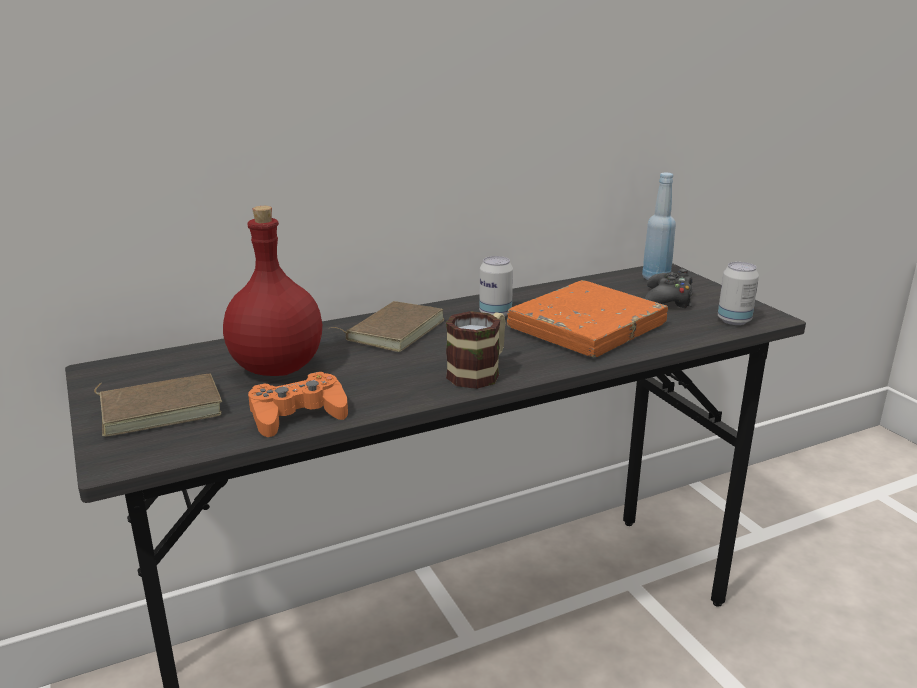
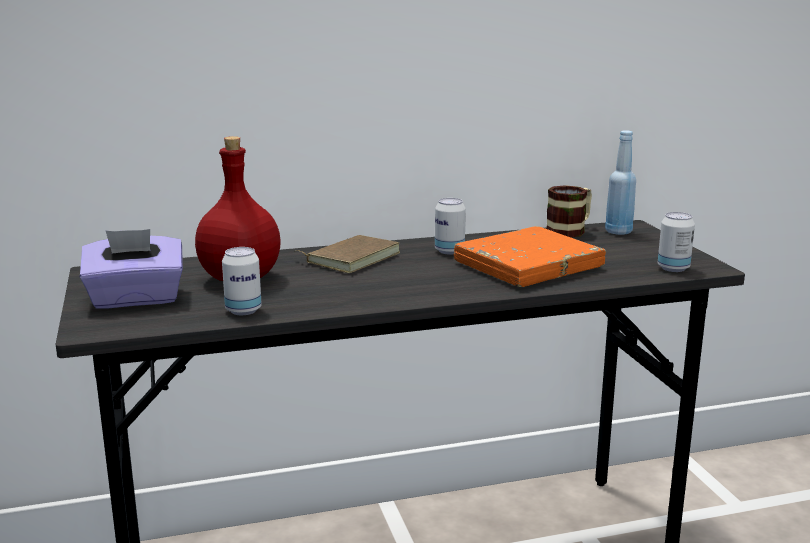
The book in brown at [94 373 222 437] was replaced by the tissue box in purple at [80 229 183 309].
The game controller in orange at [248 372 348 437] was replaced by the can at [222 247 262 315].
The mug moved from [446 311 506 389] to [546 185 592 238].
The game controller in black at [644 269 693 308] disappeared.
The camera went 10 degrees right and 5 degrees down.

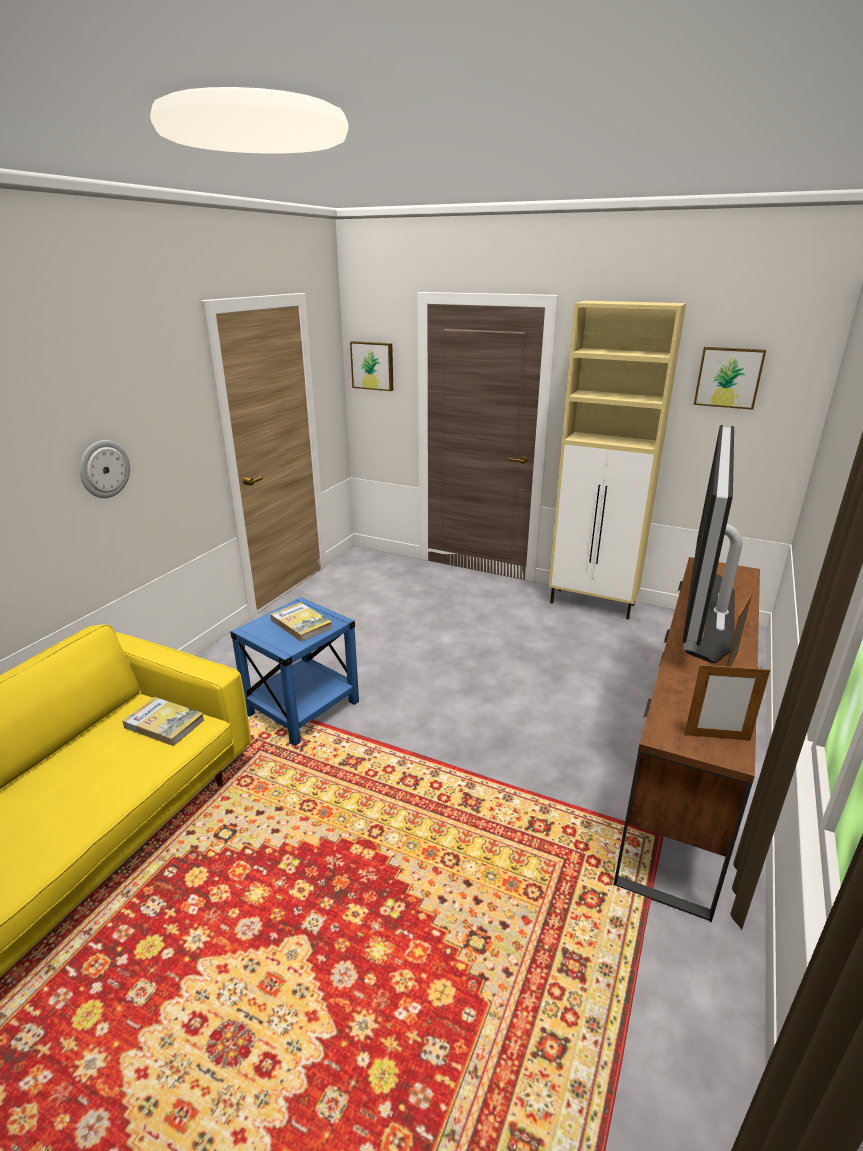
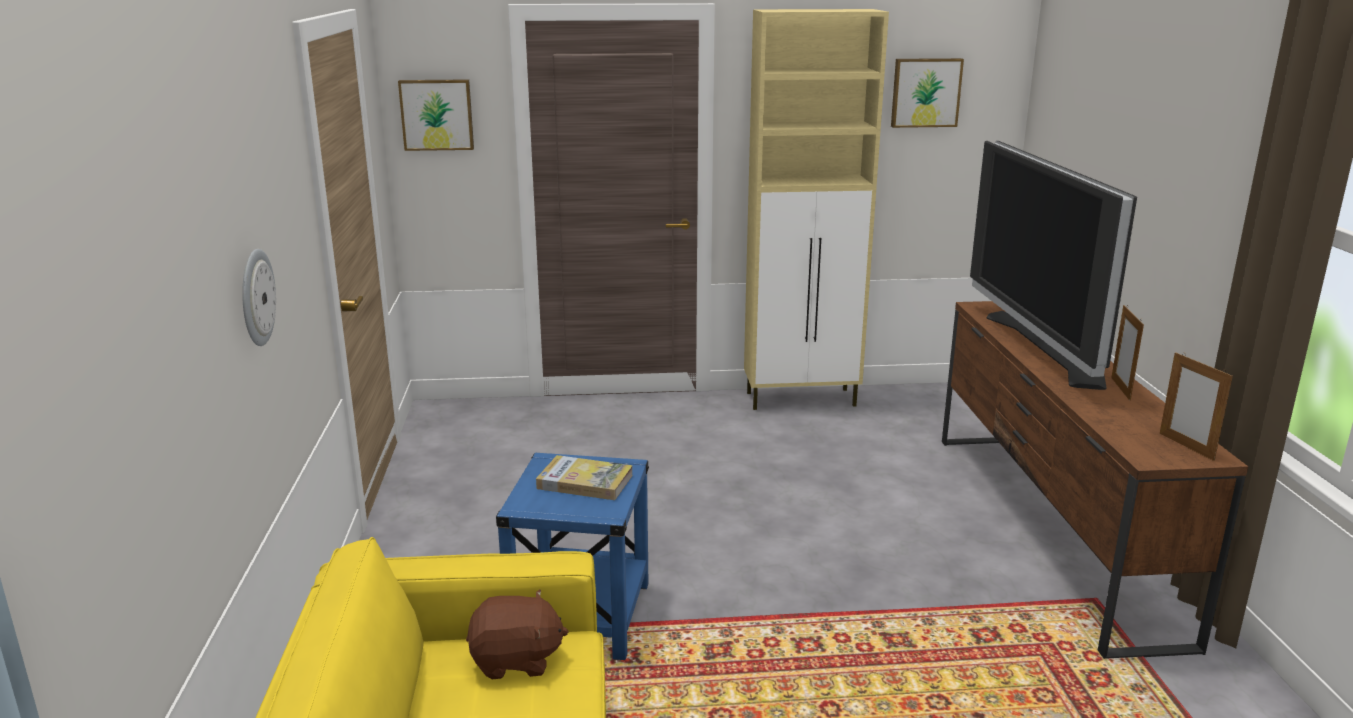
The book at [122 697 204 746] was replaced by the plush toy in brown at [466 590 569 679].
The picture frame at [684 664 770 741] turned 90 degrees clockwise.
The camera went 30 degrees left and 5 degrees down.

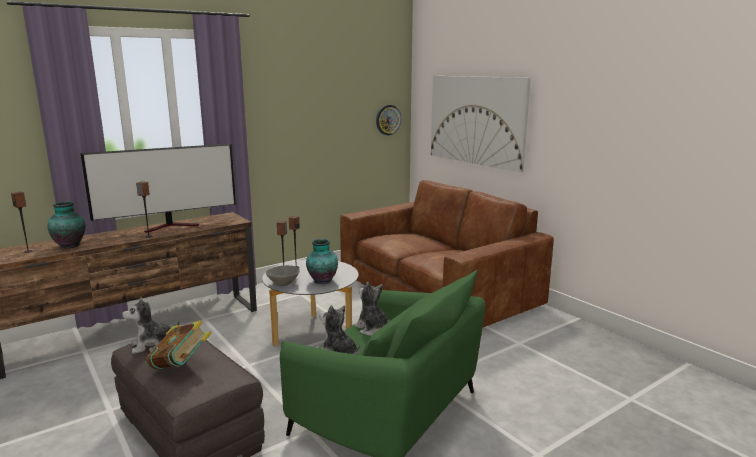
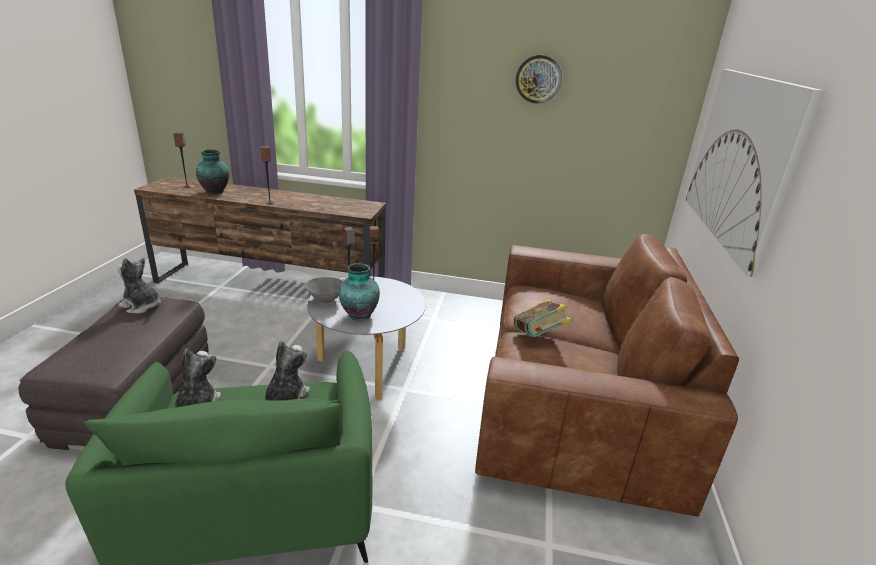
The book moved from [146 321 212 370] to [514 299 573 337].
The wall clock moved from [376 105 401 135] to [516 55 562 104].
The television at [80 144 236 233] disappeared.
The camera went 45 degrees right and 10 degrees up.

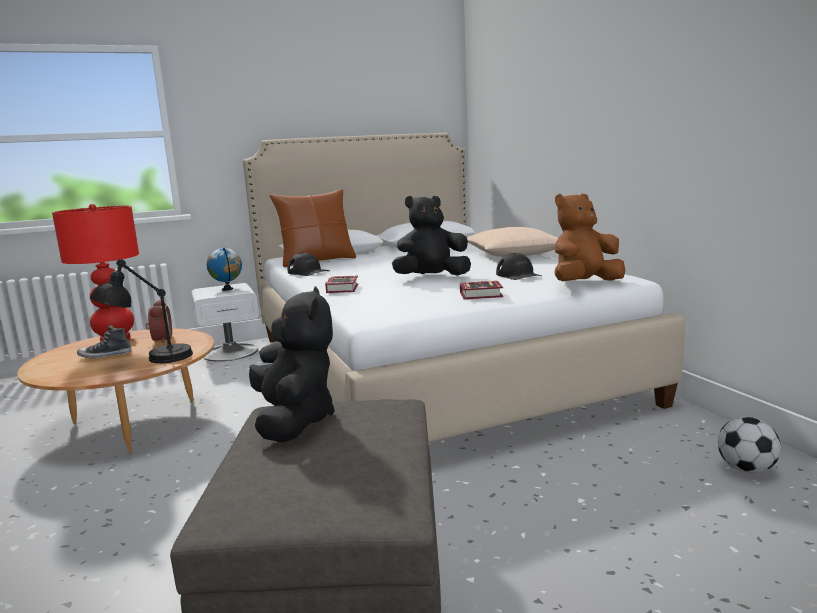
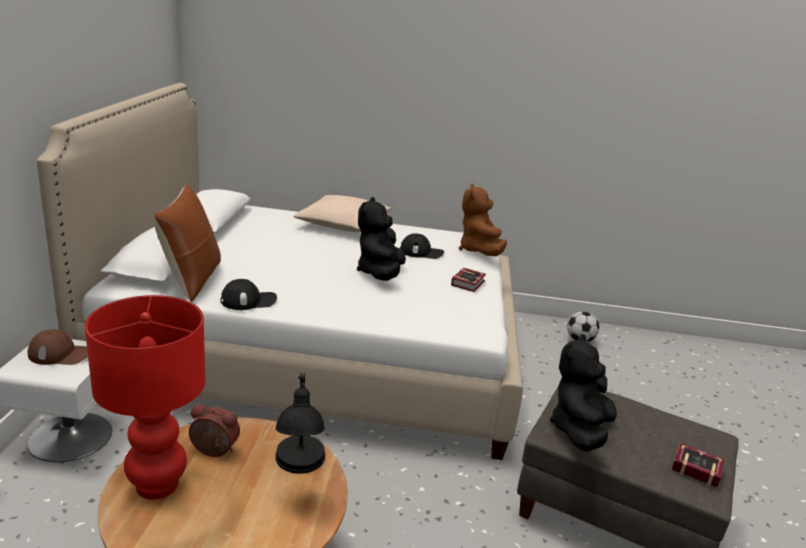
The globe at [207 247 242 291] was replaced by the cap in brown at [28 329 88 365].
The plush toy in black at [249 286 335 443] turned 75 degrees counterclockwise.
The book moved from [325 275 358 293] to [672 443 725 487].
The shoe at [77 325 132 359] disappeared.
The camera went 65 degrees left and 10 degrees up.

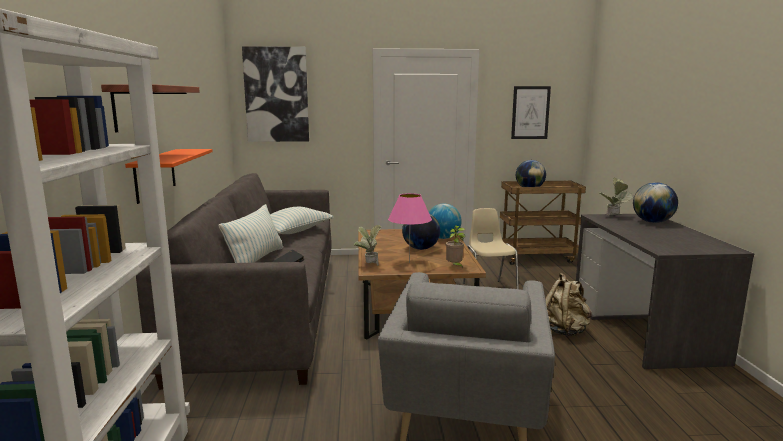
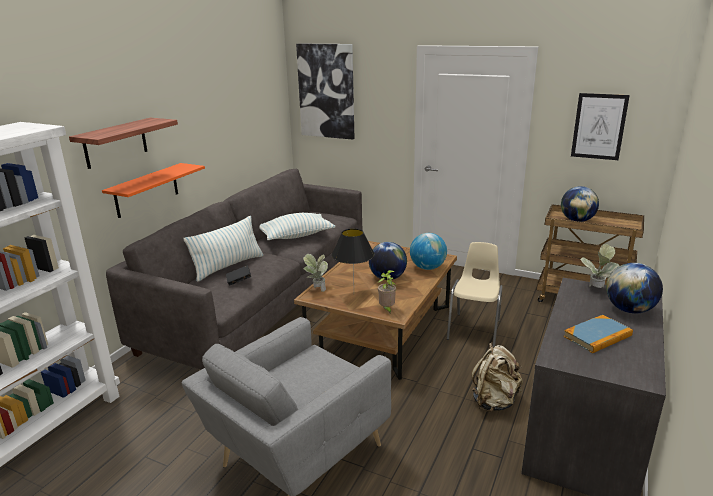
The table lamp in pink at [388 193 432 263] became the table lamp in black at [332 228 375 280].
The book at [563 315 633 353] appeared.
The camera went 30 degrees right and 10 degrees up.

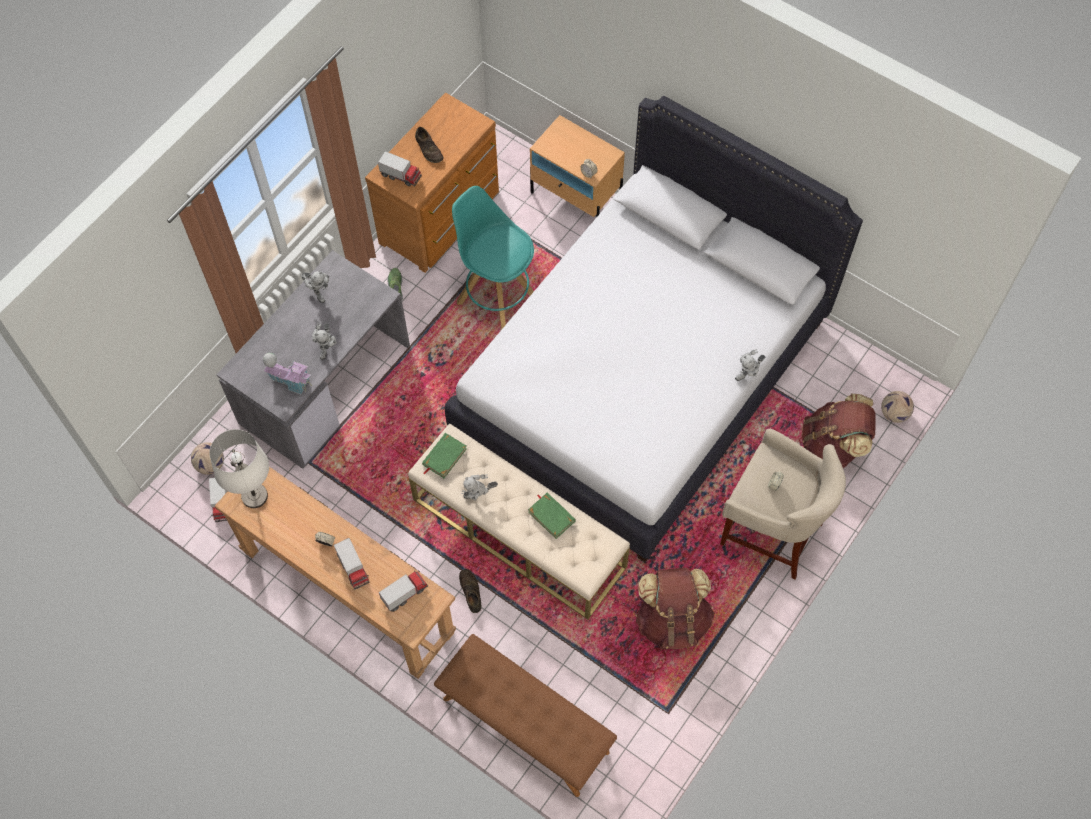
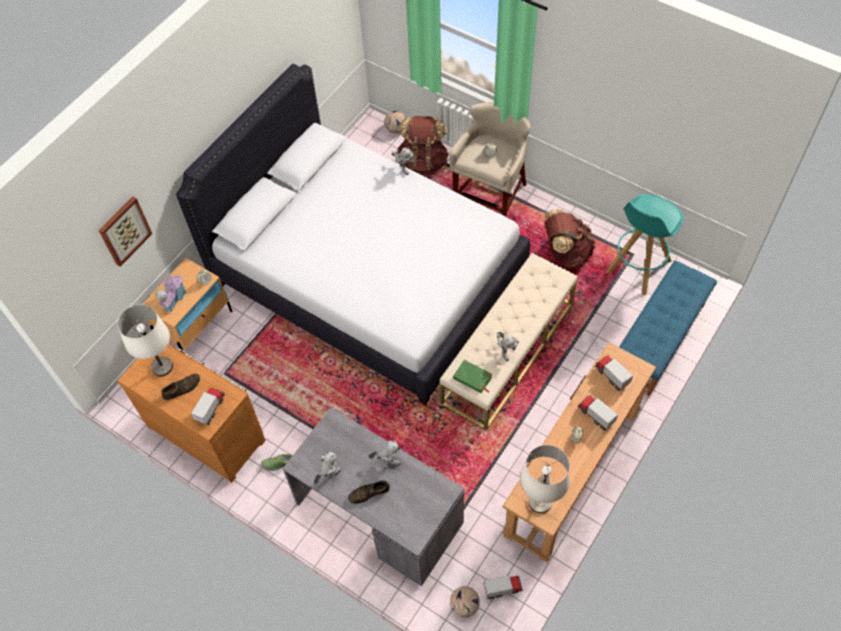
The picture at [98 197 152 267] appeared.
The table lamp in white at [118 304 173 376] appeared.
The toy house moved from [263 353 312 394] to [156 273 186 313].
The shoe in brown moved from [459 569 482 613] to [348 481 390 504].
The toy truck at [334 538 370 590] turned 105 degrees counterclockwise.
The stool in turquoise moved from [452 186 534 330] to [606 194 684 296].
The bench in brown at [434 634 617 797] became the bench in blue at [619 261 717 396].
The book in green at [528 493 576 539] disappeared.
The camera went 90 degrees left and 5 degrees down.

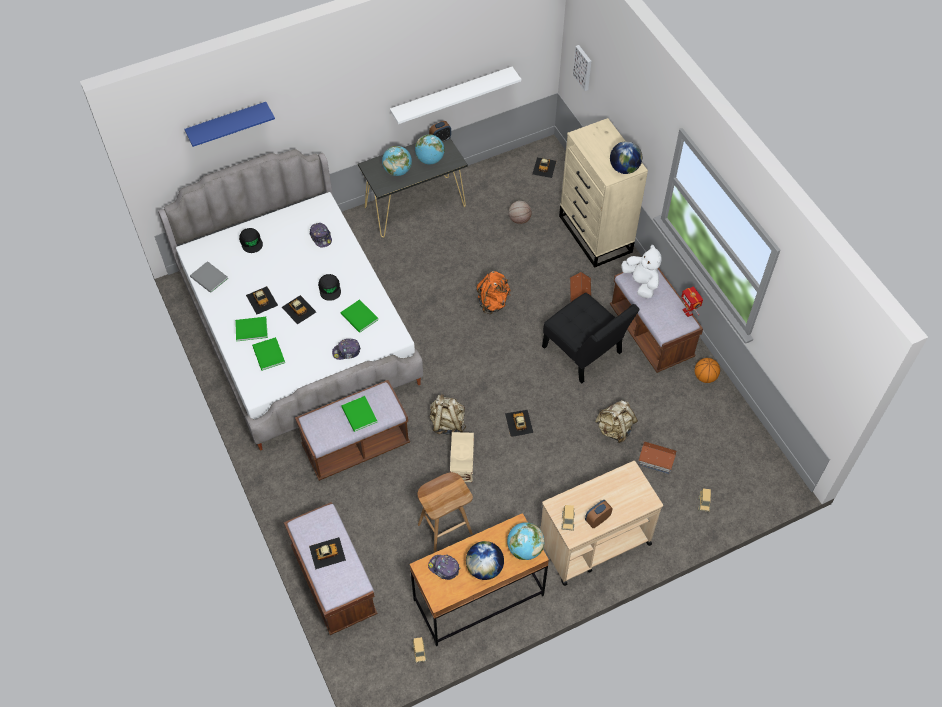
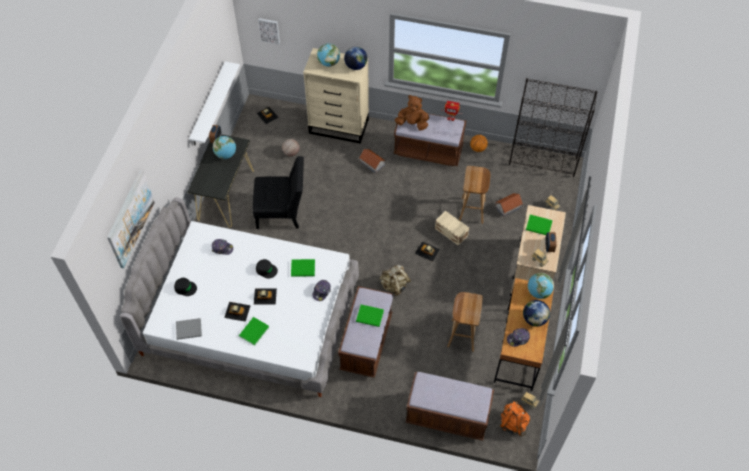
The shelf in blue at [184 102 275 147] was replaced by the picture at [107 170 155 268].
The chair in black moved from [542 293 640 383] to [253 156 304 229].
The globe moved from [382 146 412 176] to [317 43 340 67].
The plush toy in white at [621 244 662 298] became the plush toy in brown at [395 95 429 130].
The storage box in beige moved from [450 432 474 482] to [435 211 469 246].
The backpack in beige at [595 400 638 443] was replaced by the stool in brown at [459 166 490 224].
The backpack in orange moved from [477 271 510 314] to [500 401 531 437].
The bookcase in black at [509 78 598 177] appeared.
The book in green moved from [252 337 285 371] to [526 215 553 235].
The toy car at [309 537 346 569] disappeared.
The camera went 50 degrees left and 0 degrees up.

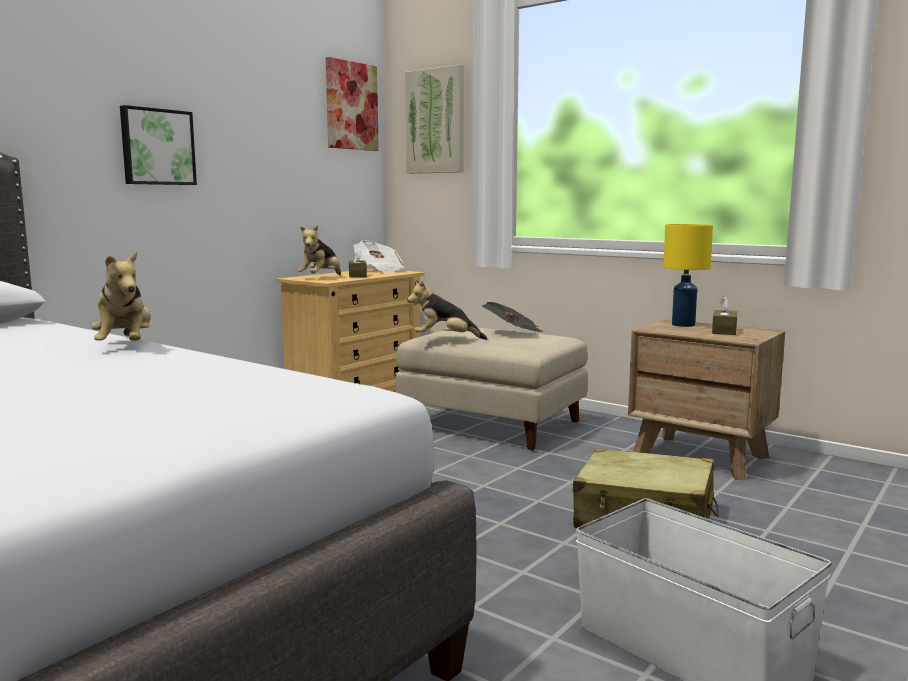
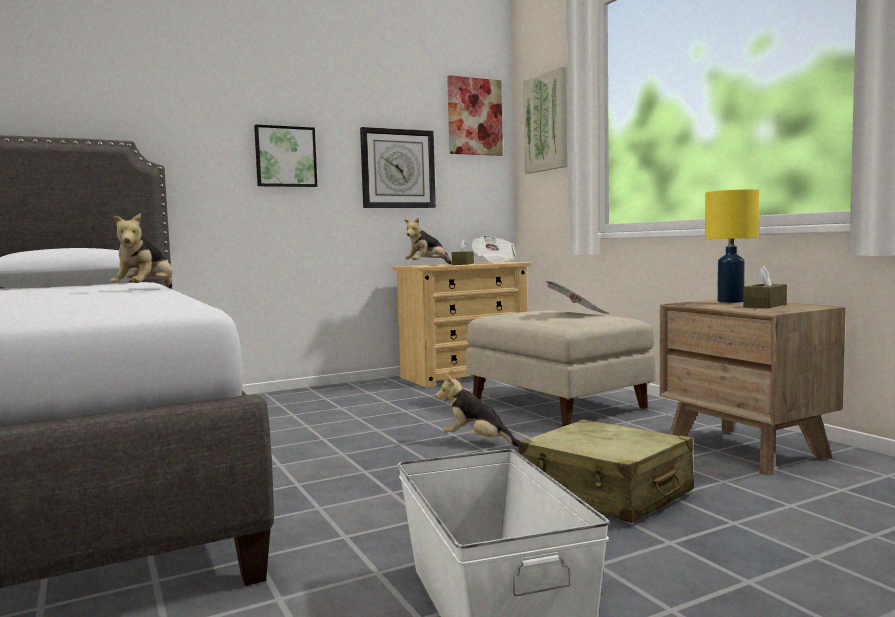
The wall clock at [360 127 436 208] appeared.
The plush toy moved from [407 280 487 340] to [436 374 519 447].
The camera went 25 degrees right and 5 degrees down.

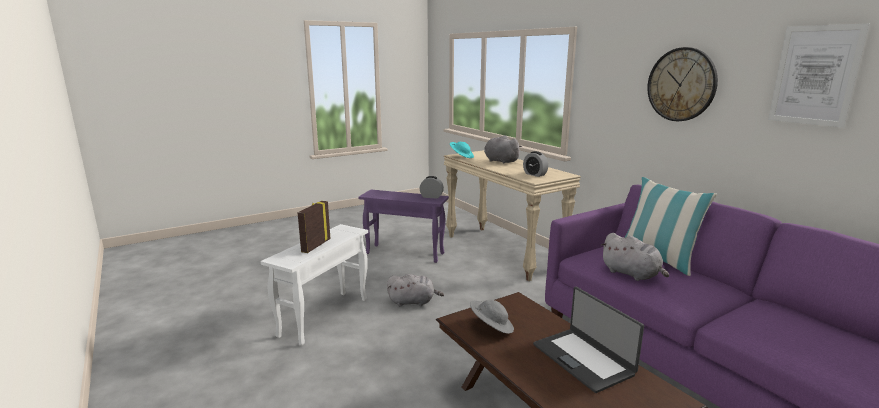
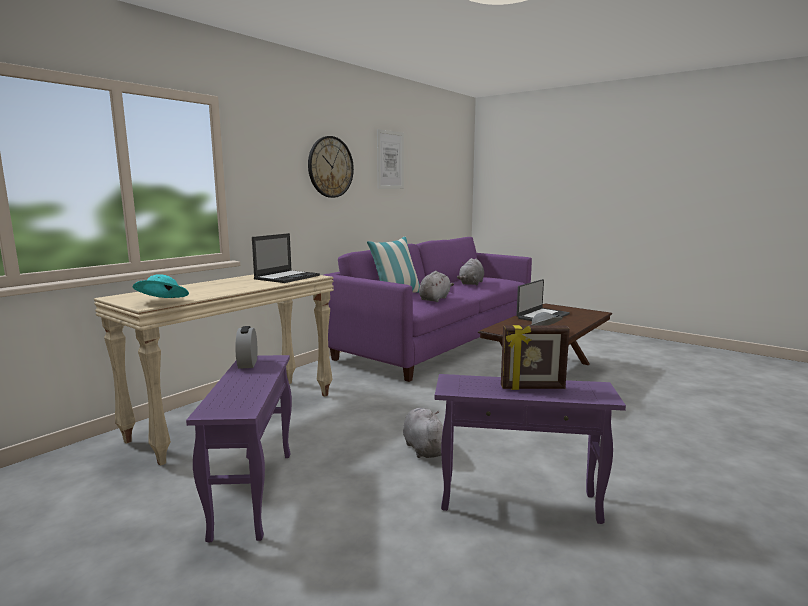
The alarm clock at [523 151 548 177] was replaced by the laptop at [252 233 320 283].
The side table in white at [261 224 368 346] became the side table in purple at [435 374 626 524].
The plush toy in grey moved from [484 135 522 164] to [457 258 484 285].
The camera went 110 degrees left and 5 degrees down.

